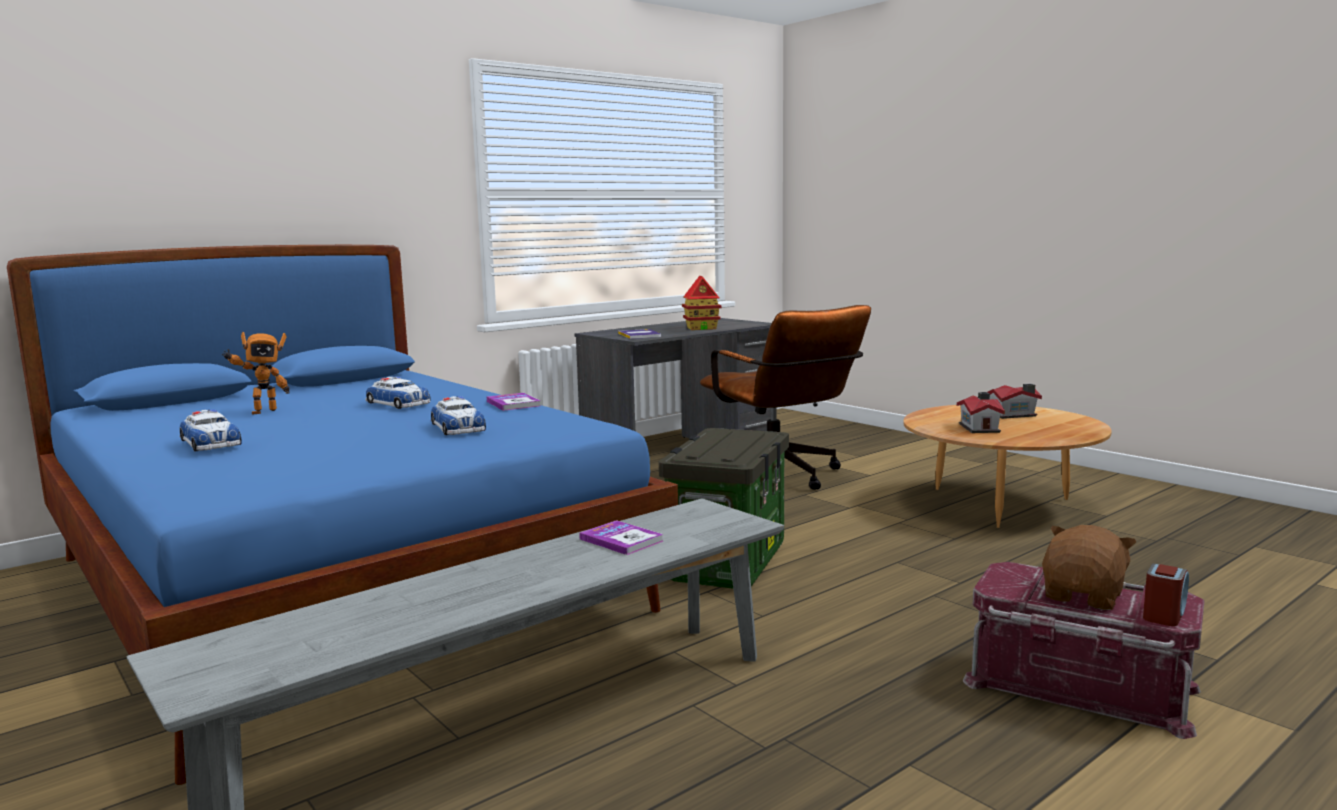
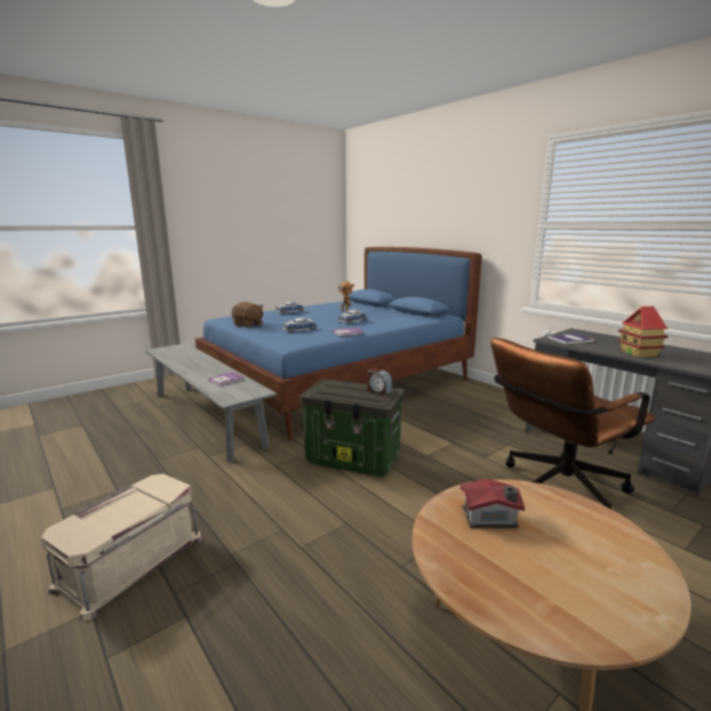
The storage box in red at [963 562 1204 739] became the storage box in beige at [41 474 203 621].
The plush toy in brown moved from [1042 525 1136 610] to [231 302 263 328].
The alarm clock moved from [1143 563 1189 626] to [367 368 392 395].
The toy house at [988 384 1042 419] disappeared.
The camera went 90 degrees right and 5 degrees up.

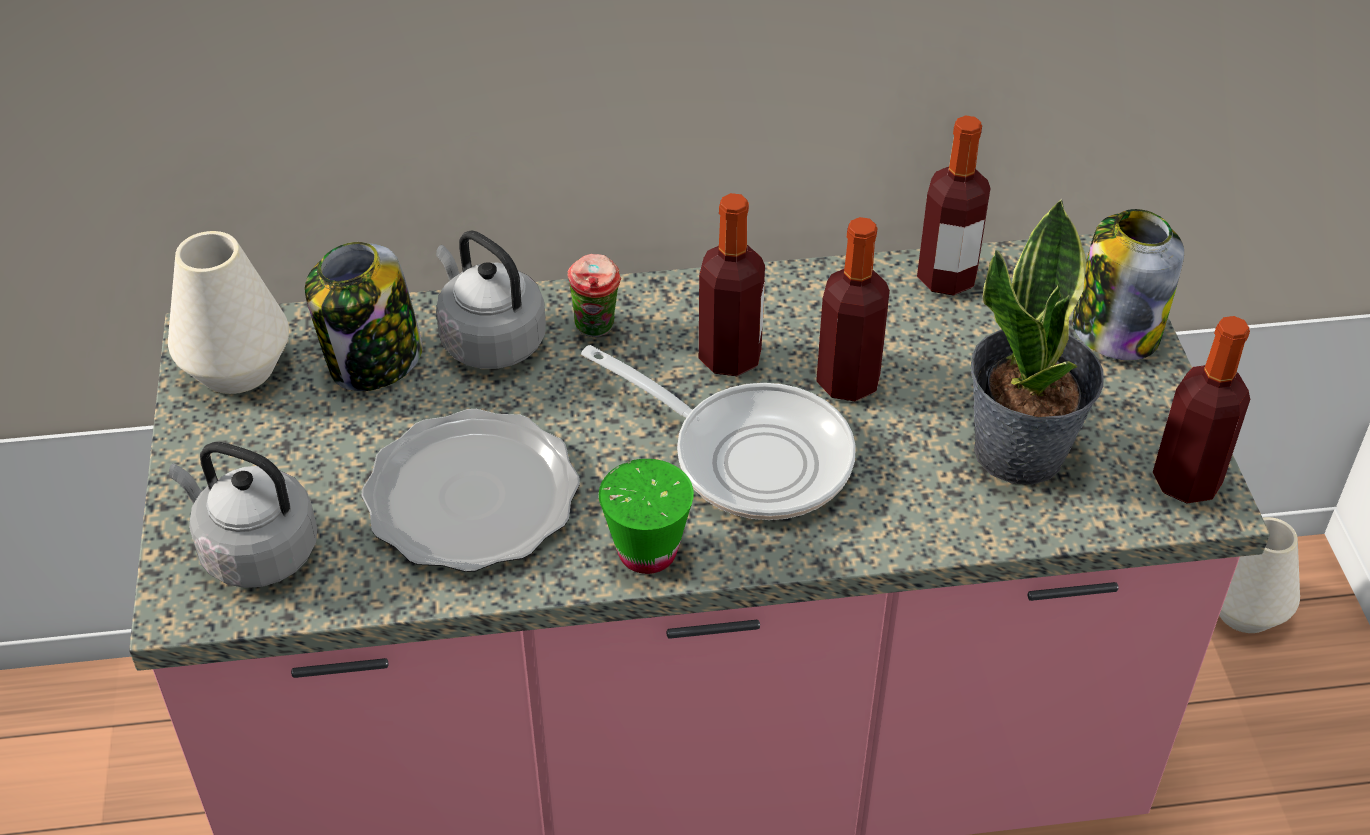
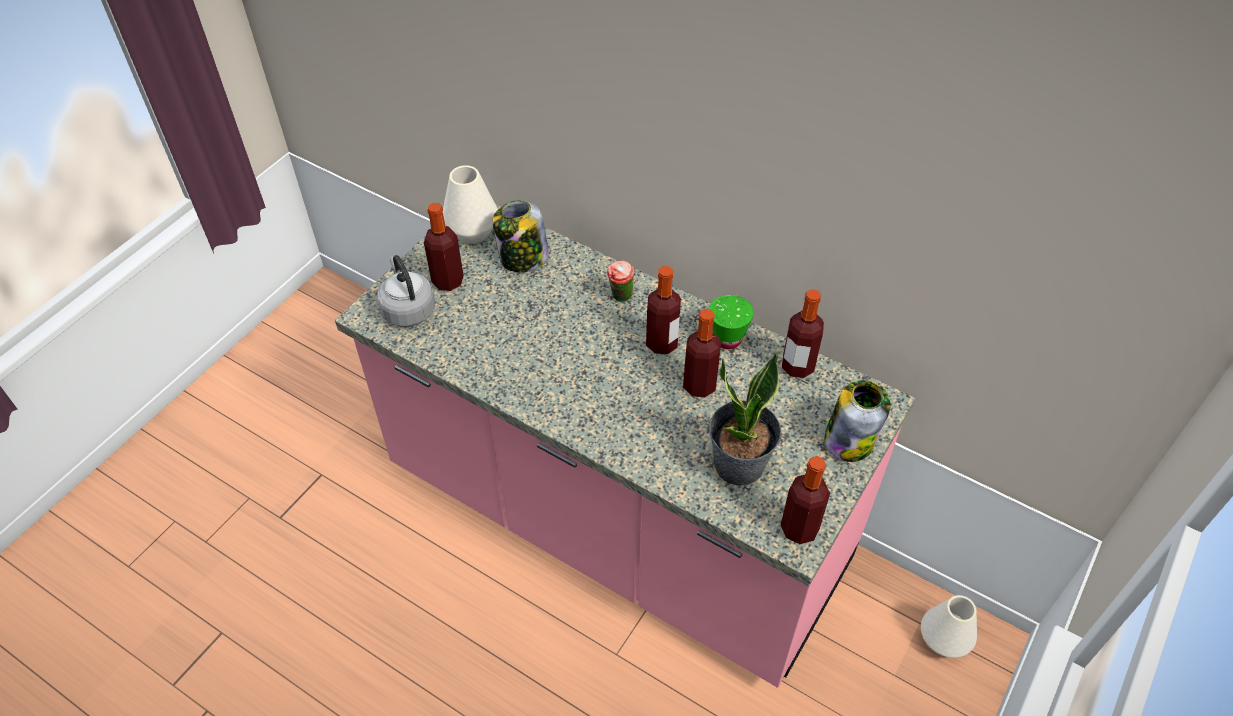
The bottle at [424 203 464 291] appeared.
The cup in green moved from [599 459 694 574] to [709 295 754 349].
The plate at [361 409 580 572] disappeared.
The kettle in grey at [436 230 546 369] disappeared.
The frying pan at [581 345 856 520] disappeared.
The camera went 40 degrees right and 5 degrees up.

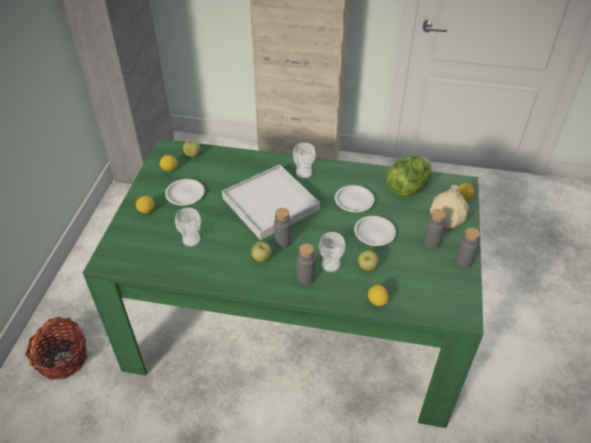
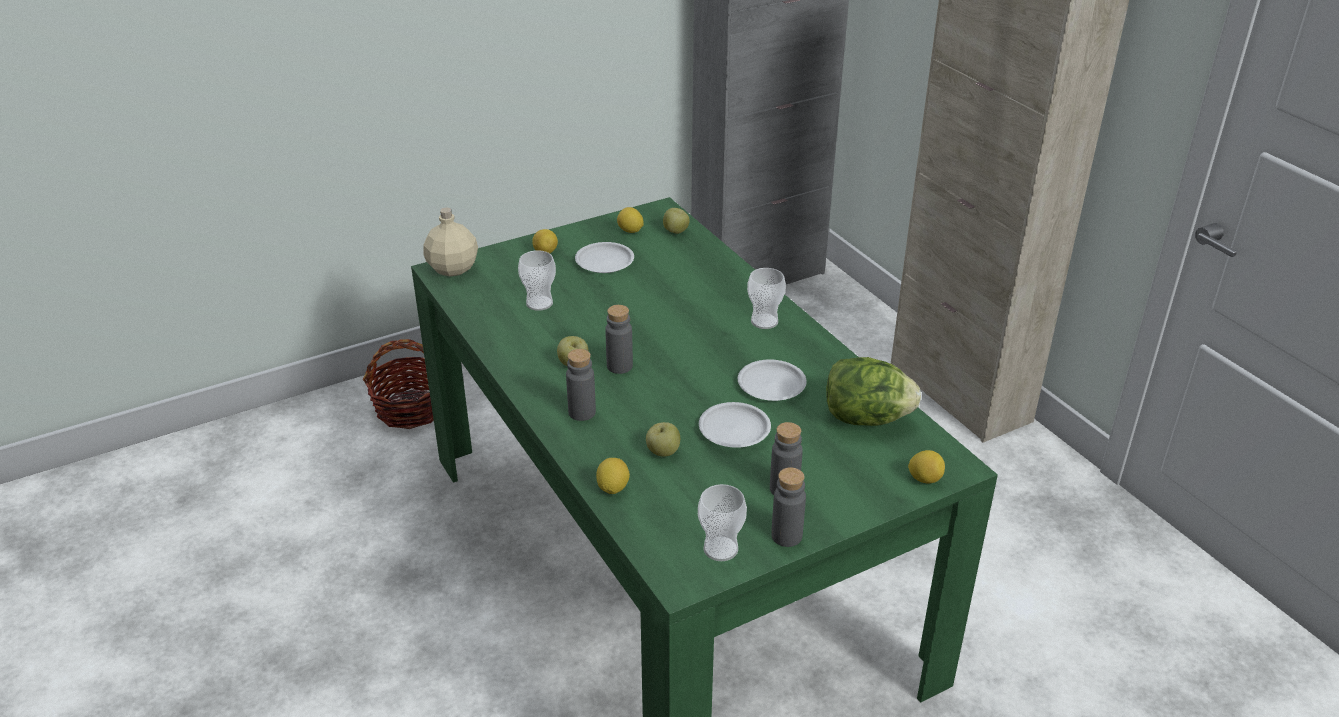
The bottle in beige moved from [430 185 469 228] to [423 208 478 277].
The cup moved from [319 232 345 272] to [698 484 747 561].
The tray in white at [222 164 320 240] disappeared.
The camera went 50 degrees right and 10 degrees down.

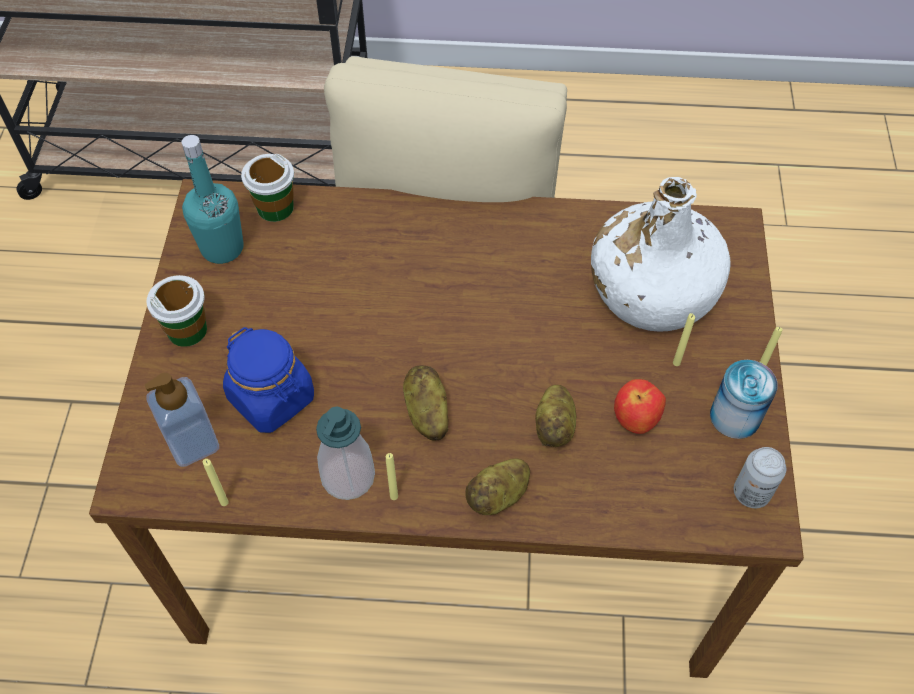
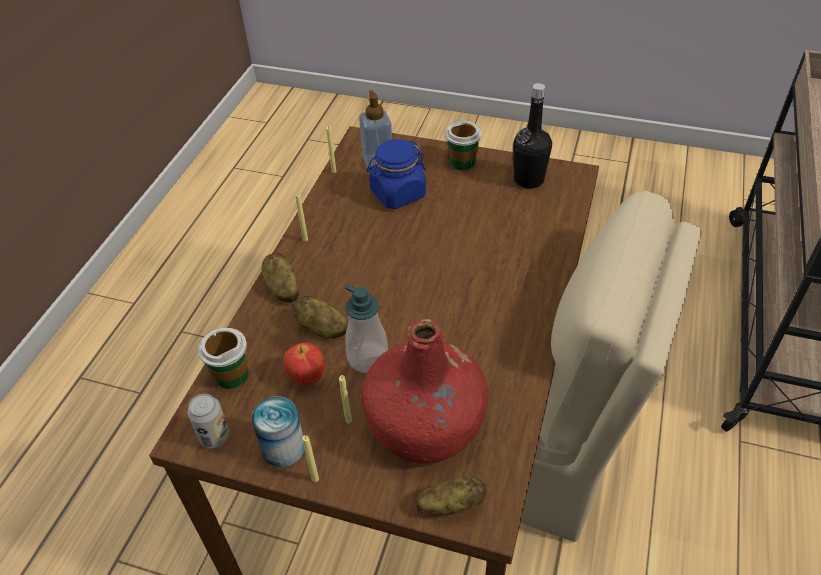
The cup moved from [241 154 294 222] to [198 328 248 389].
The soap dispenser moved from [316 407 375 500] to [345 284 388 373].
The bottle in white at [591 177 731 332] became the bottle in red at [361 319 488 464].
The potato moved from [403 366 448 441] to [416 476 486 515].
The bottle in turquoise at [182 135 244 264] became the bottle in black at [513 83 552 189].
The camera went 105 degrees right and 10 degrees down.

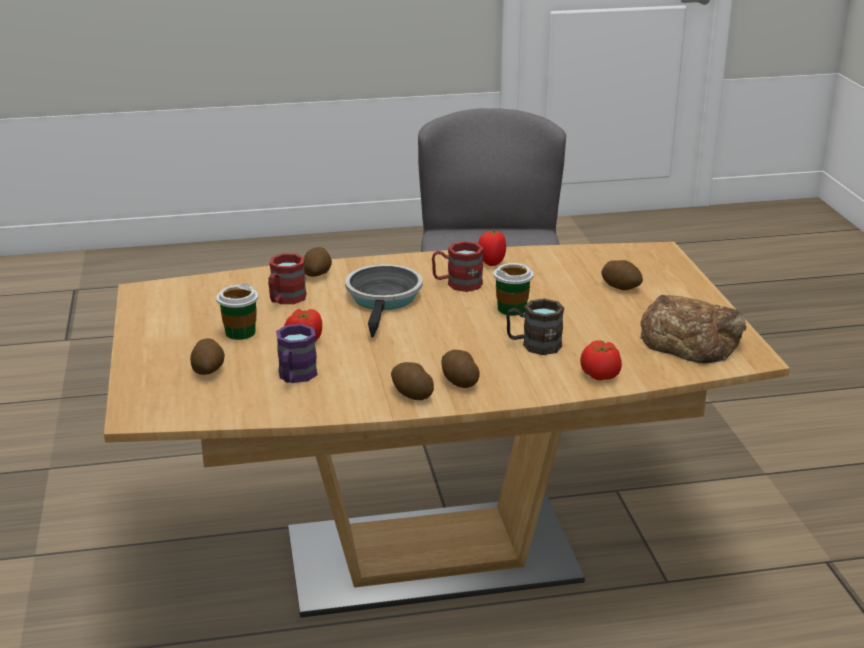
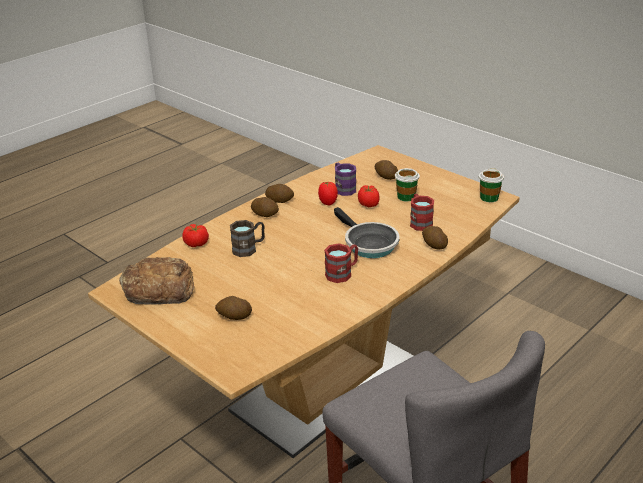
The tomato moved from [478 230 506 266] to [318 182 338 205].
The cup moved from [494 263 533 316] to [479 168 504 202].
The camera went 145 degrees right and 5 degrees up.

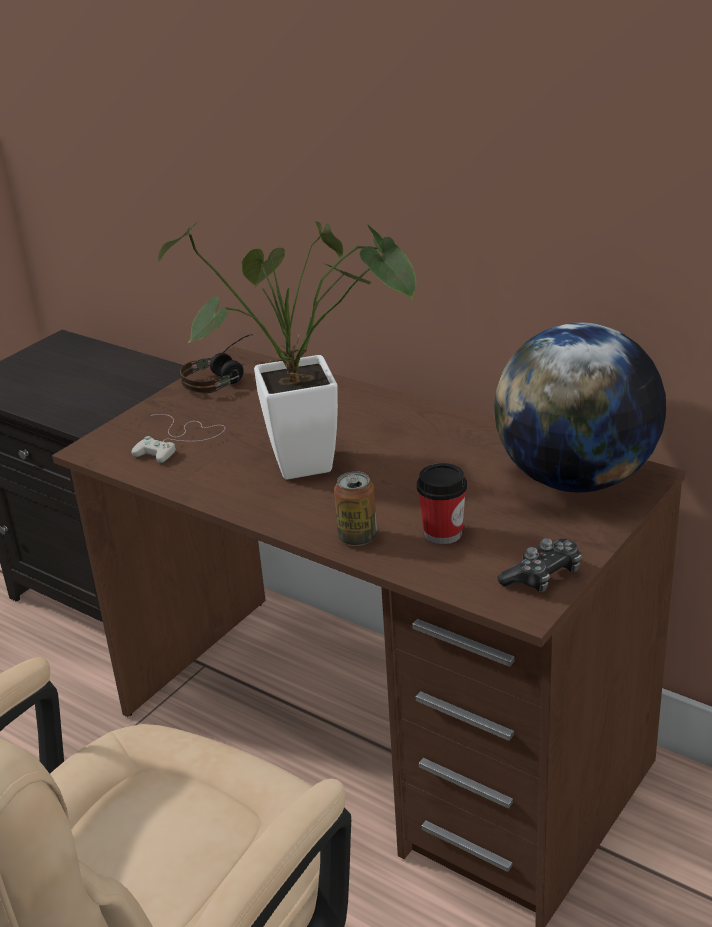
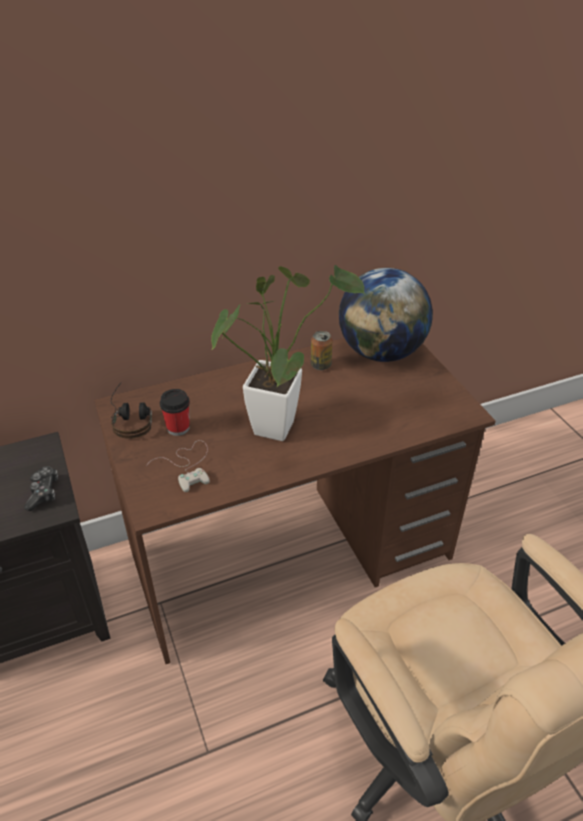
The game controller moved from [498 538 582 592] to [24 466 58 511].
The cup moved from [417 463 467 544] to [160 389 190 436].
The can moved from [334 471 377 546] to [311 331 332 370].
The camera went 60 degrees left and 10 degrees up.

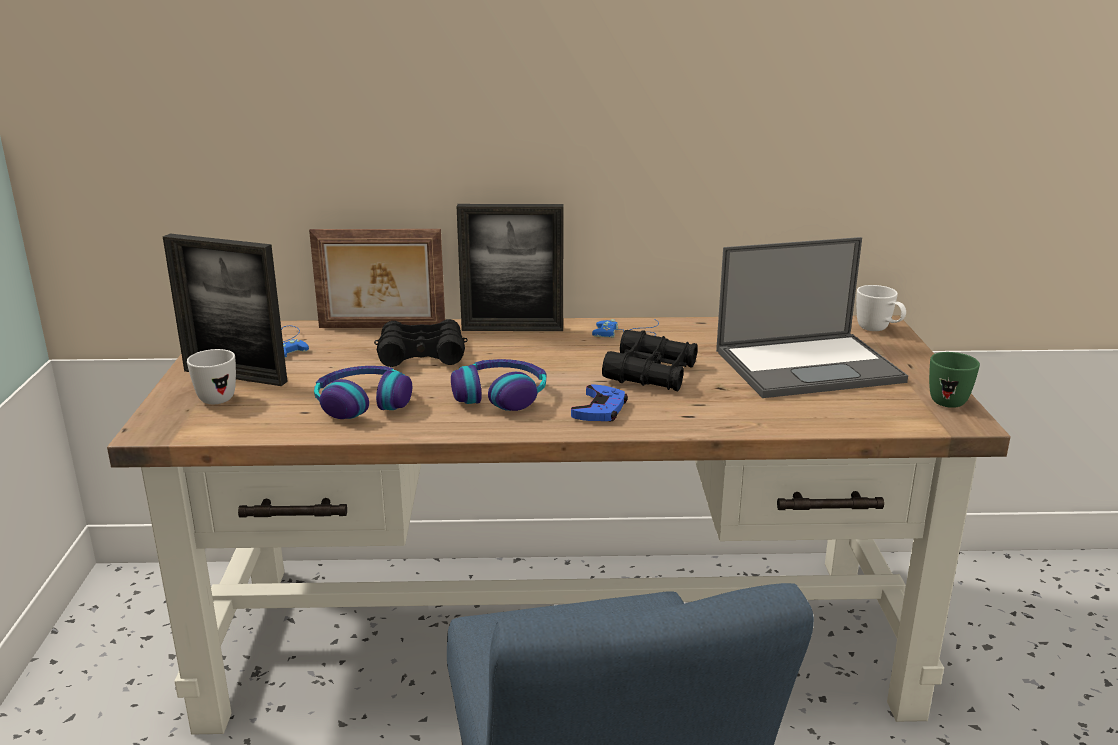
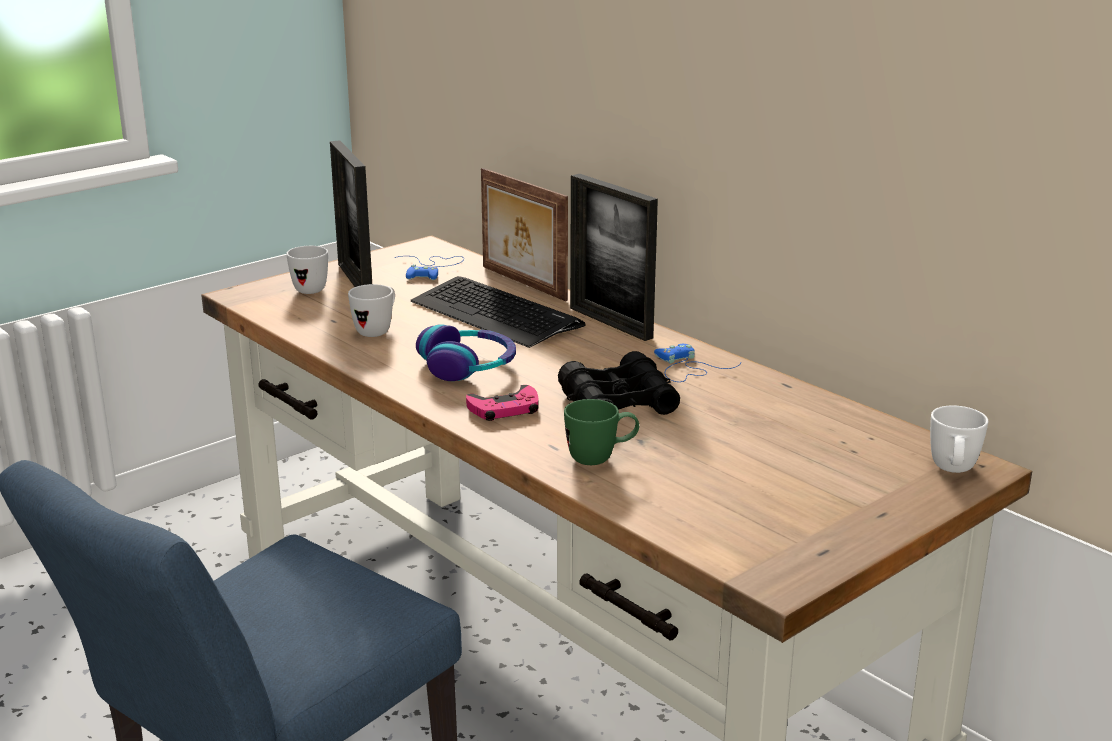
The headphones at [314 366 412 419] was replaced by the mug in white at [348 284 395 337].
The binoculars in black at [374 319 468 367] was replaced by the keyboard at [411 276 586 348].
The game controller in blue at [571 385 628 421] became the game controller in pink at [466 385 539 421].
The mug in green moved from [929 352 980 408] to [564 399 639 465].
The laptop at [716 237 908 398] disappeared.
The camera went 50 degrees right and 0 degrees up.

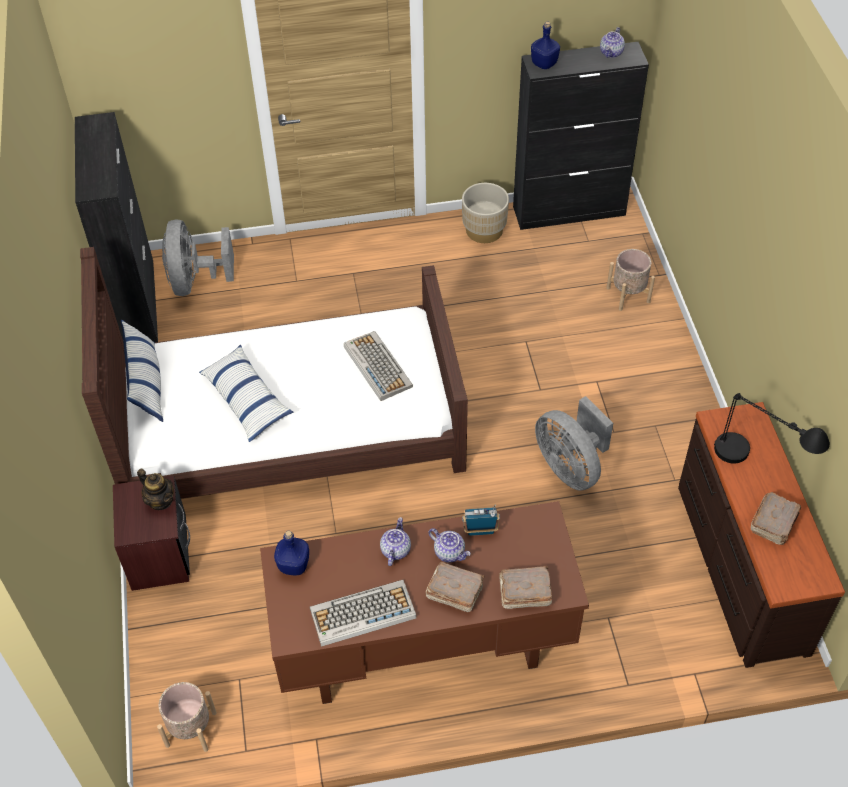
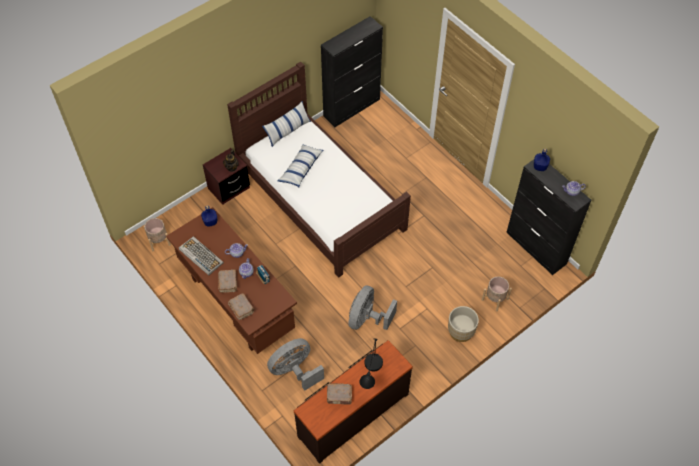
The fan in grey moved from [162 220 234 296] to [267 338 324 391].
The planter in beige moved from [462 183 509 243] to [448 306 479 342].
The keyboard at [344 331 413 401] disappeared.
The camera went 60 degrees right and 5 degrees up.

